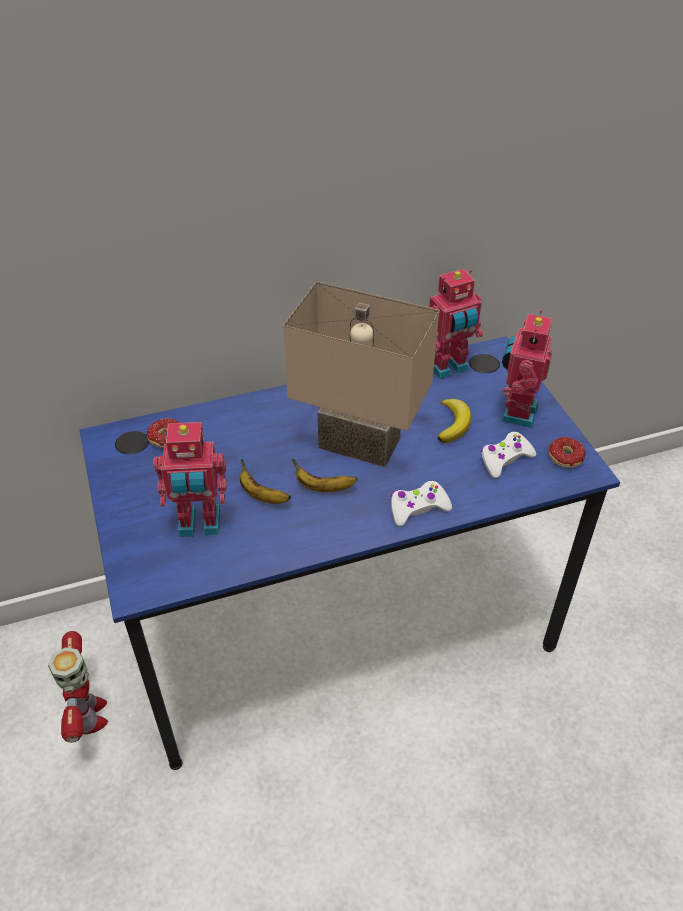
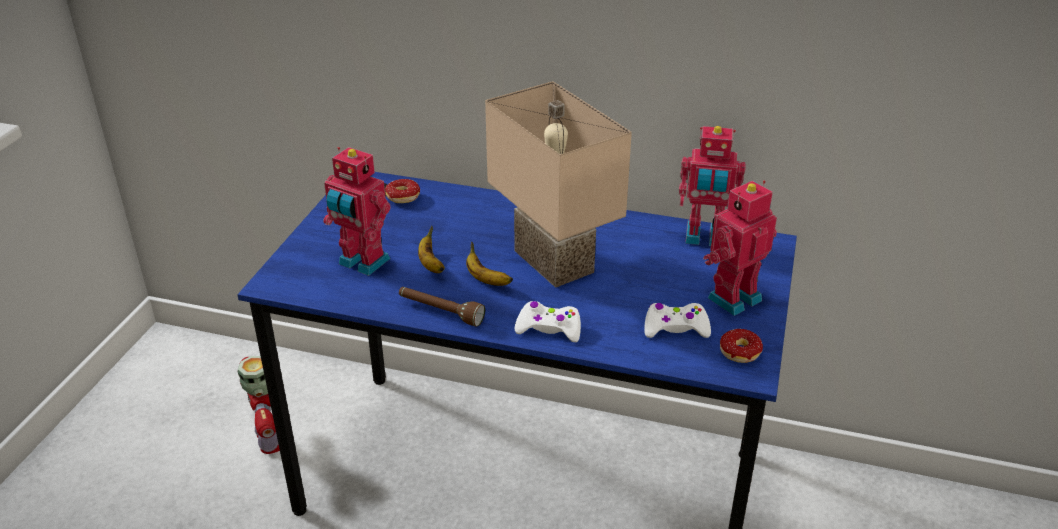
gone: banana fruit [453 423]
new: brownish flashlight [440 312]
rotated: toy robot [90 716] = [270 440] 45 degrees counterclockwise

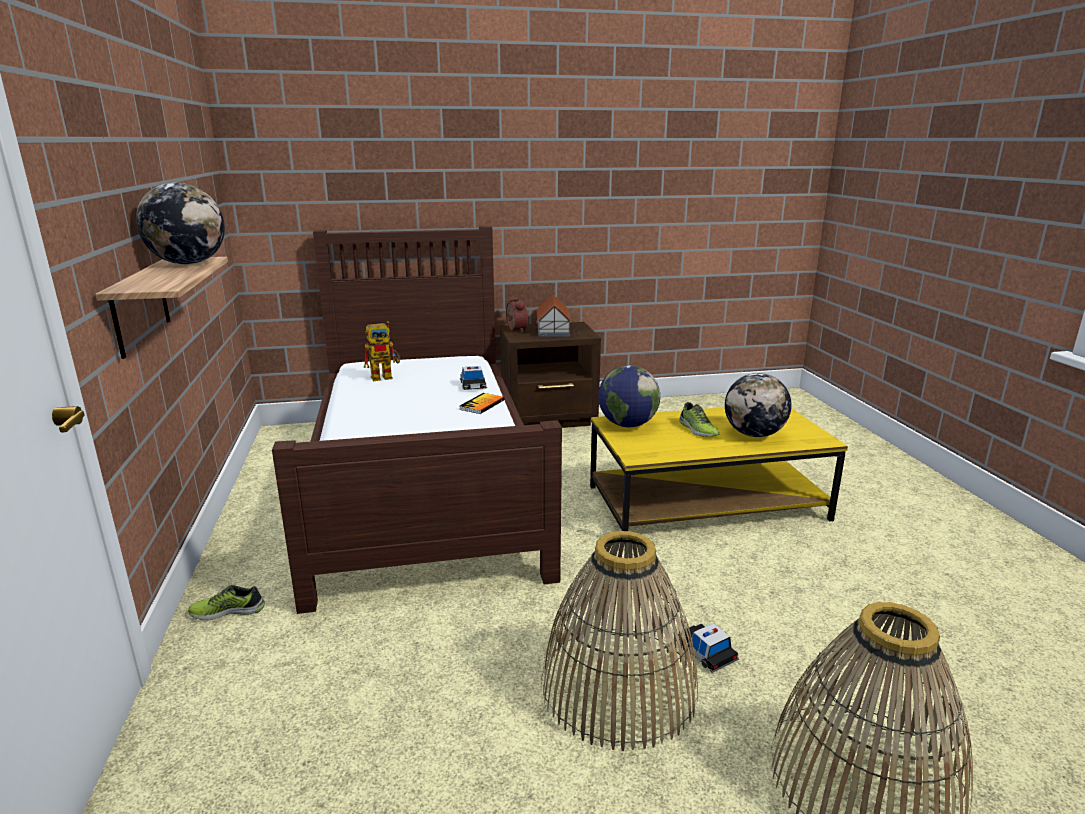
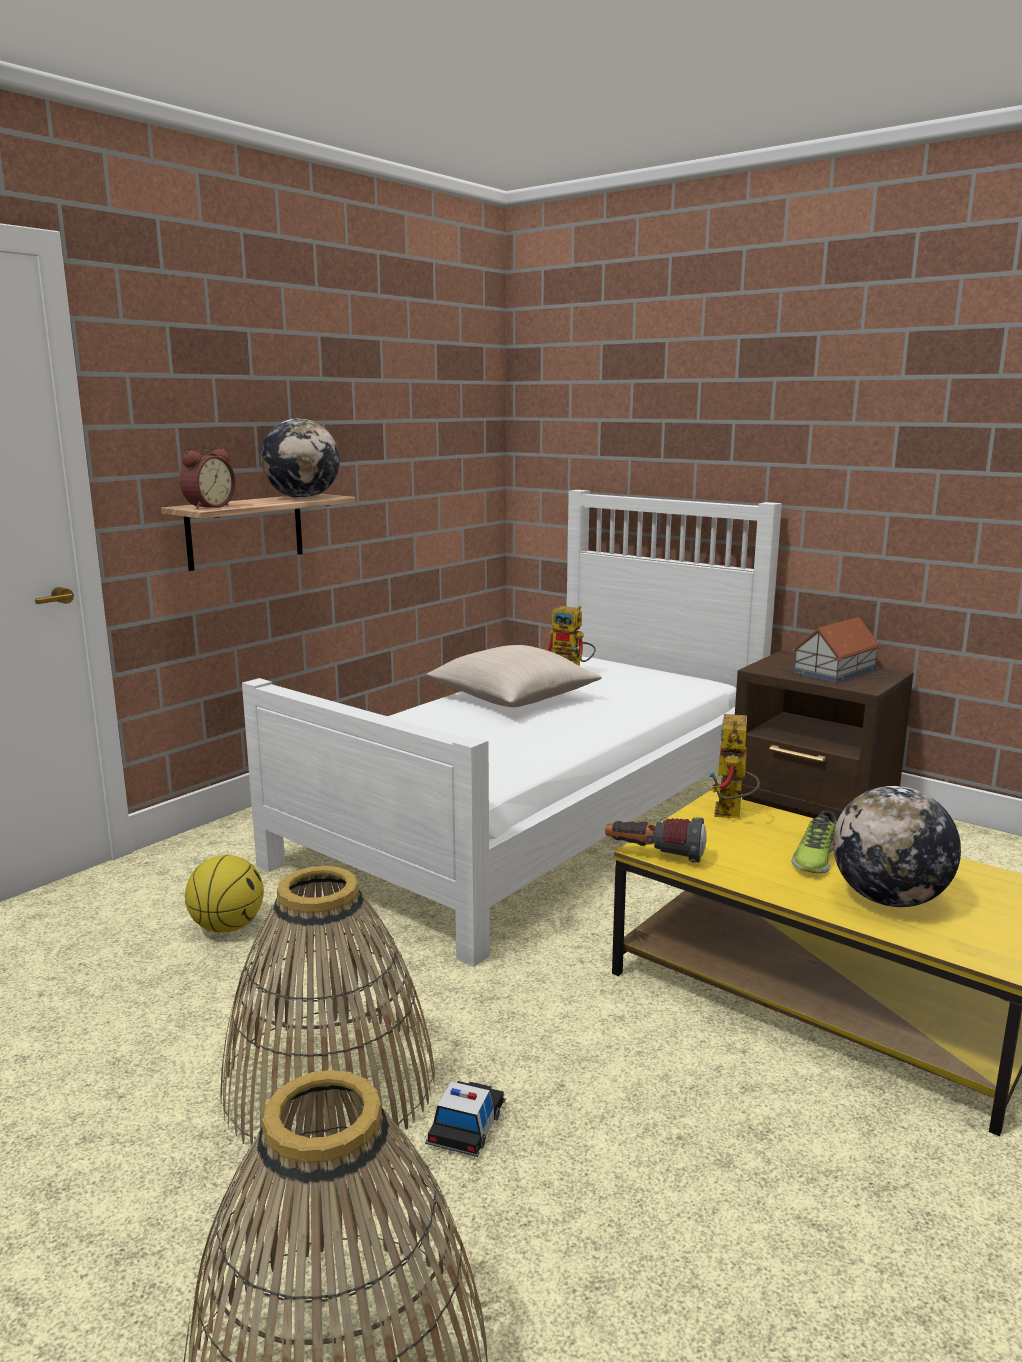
gone: low shoe [228 611]; book [482 405]; toy car [473 385]
new: ball for basketball [228 926]; beige throw pillow [513 698]; flashlight [654 856]
shifted: bedside clock [515 330] to [207 507]
swapped: globe [627 425] to toy robot [731 815]
repainted: brownish bed [423 483] to white bed [538 815]

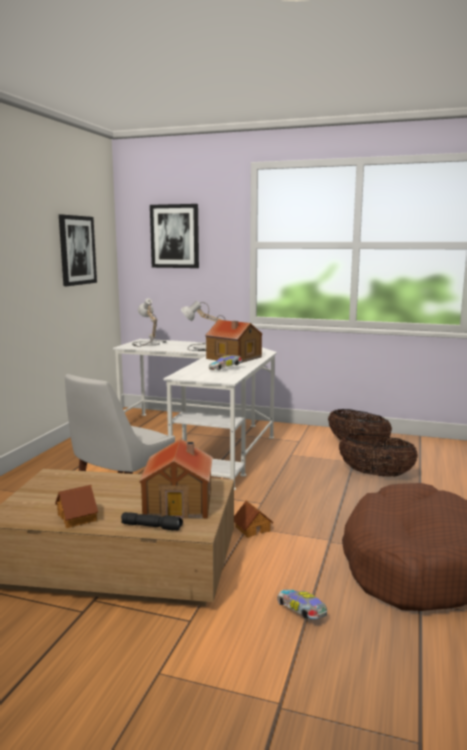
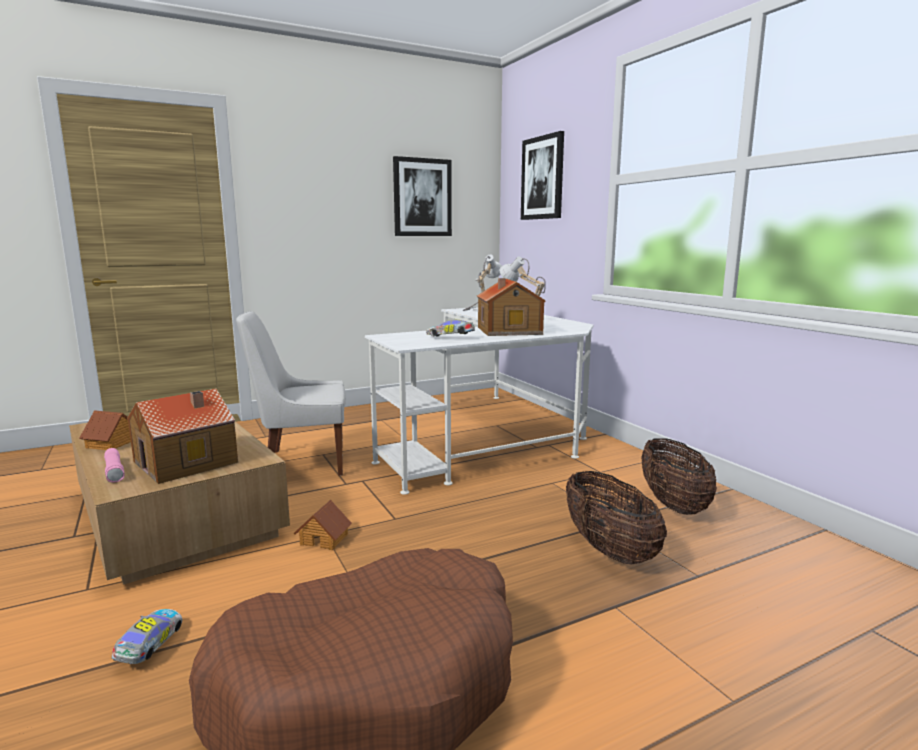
repainted: black-coloured flashlight [152 526] to pinkish flashlight [115 471]

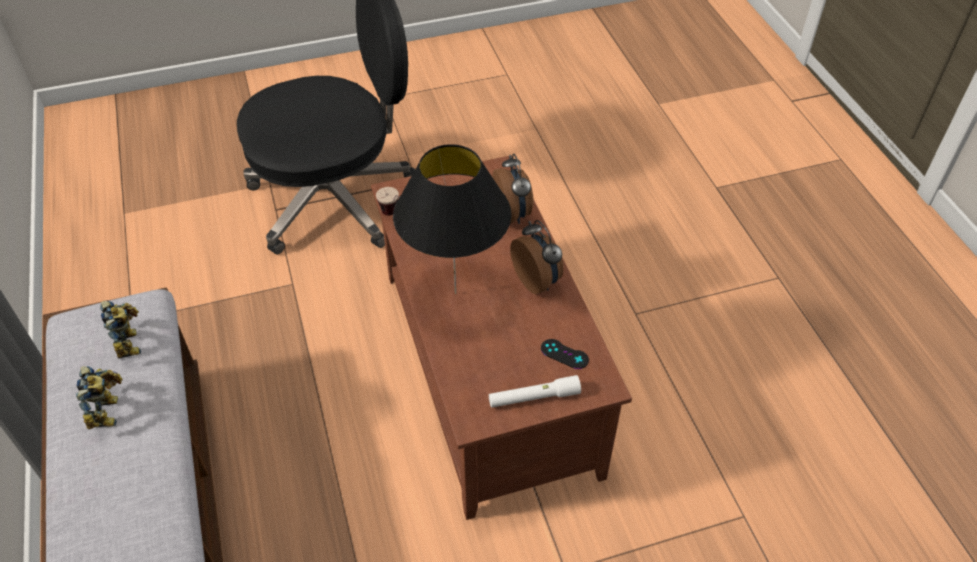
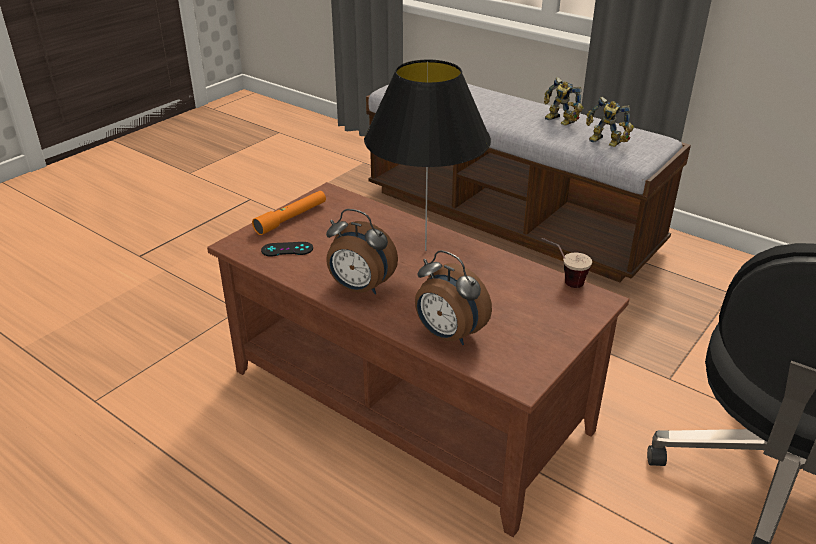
repainted: white flashlight [534 397] to orange flashlight [291 218]

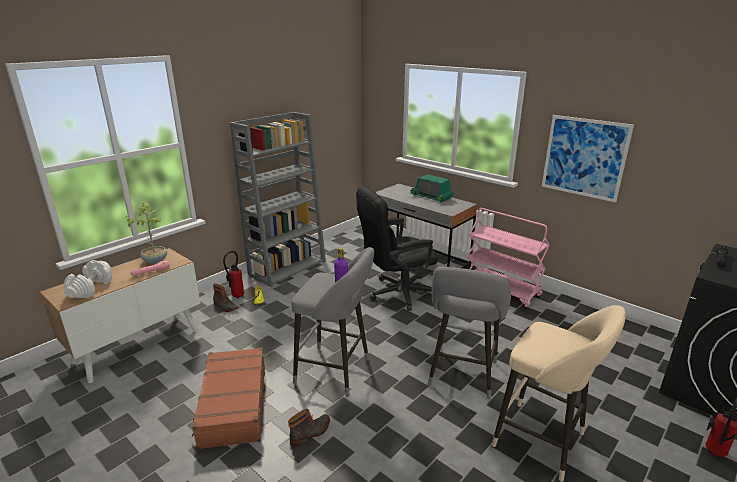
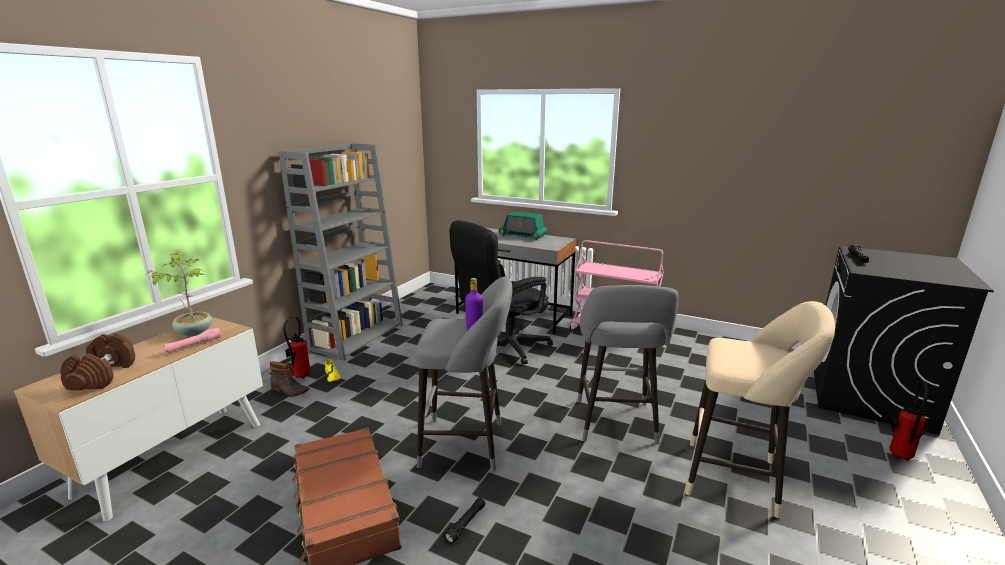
gone: picture [584 157]
swapped: high-top boot [311 433] to black-coloured flashlight [465 524]
repainted: white hand weight [90 288] to brownish hand weight [103 376]

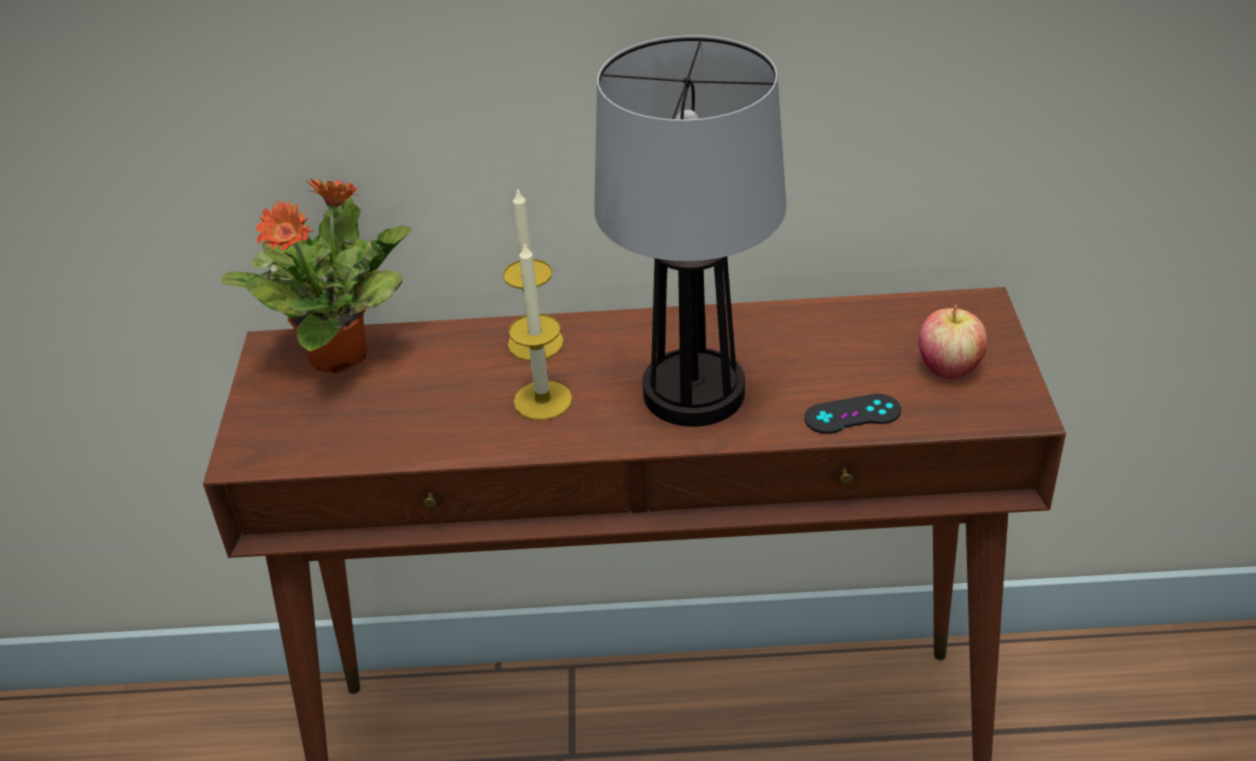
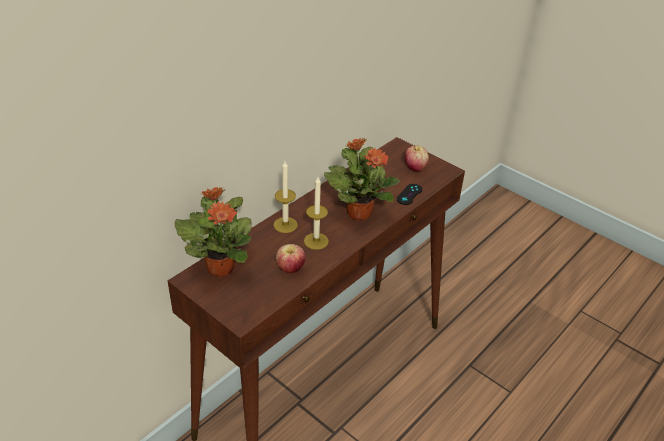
new: apple fruit [290 269]
swapped: table lamp [696 393] to plant in a pot [358 212]

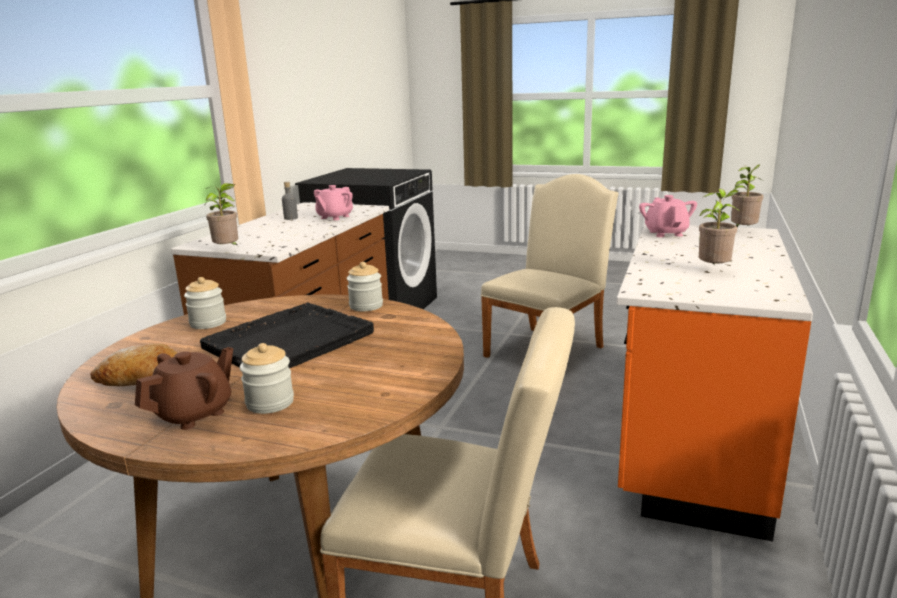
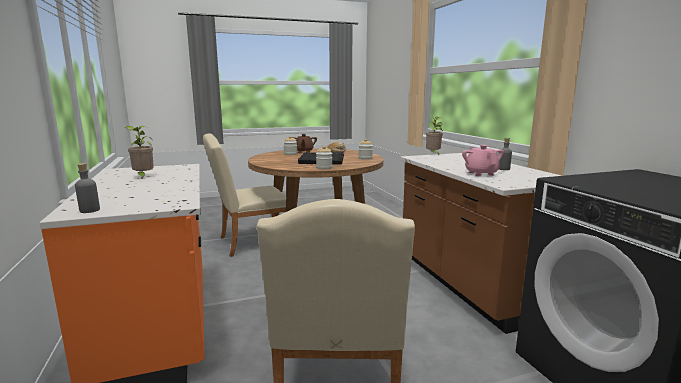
gone: pinkish tea pot [666 233]
swapped: plant in a pot [742 231] to gray drink bottle [89 210]

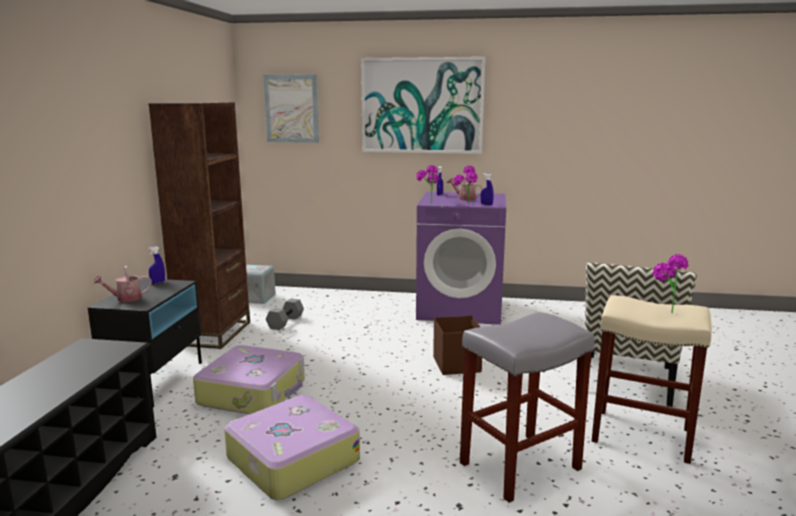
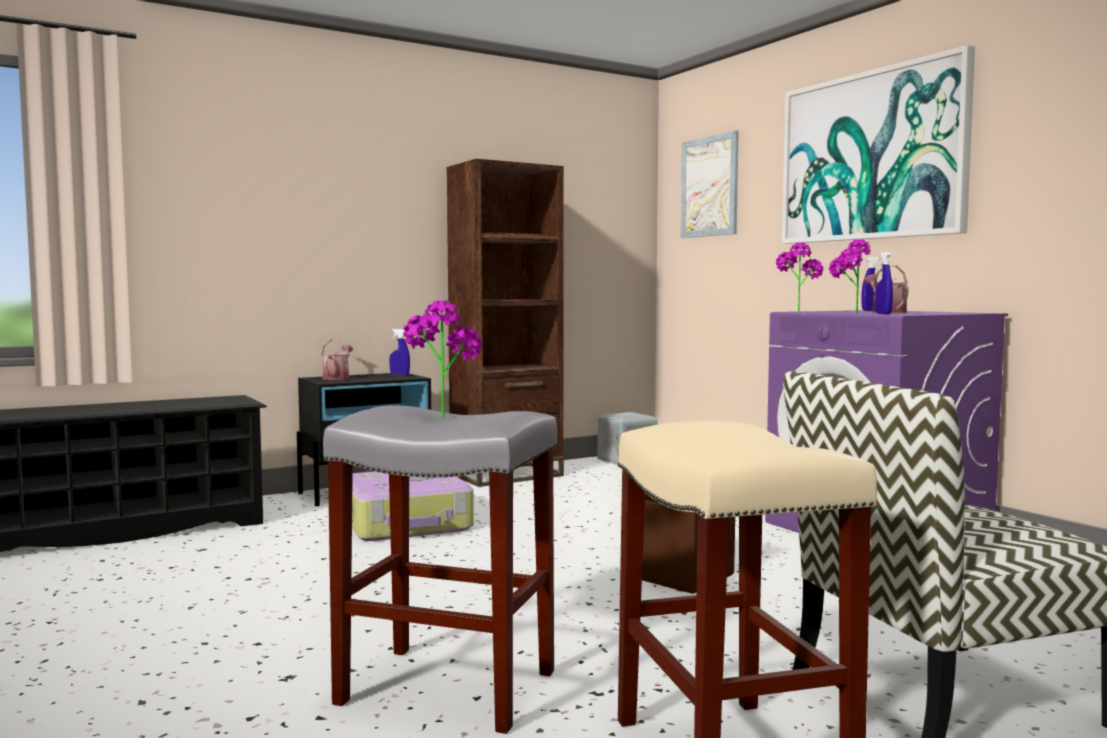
gone: suitcase [291 459]; gray hand weight [285 322]
shifted: plant in a pot [663 311] to [441 415]
rotated: watering pot [125 299] = [337 377] 75 degrees clockwise

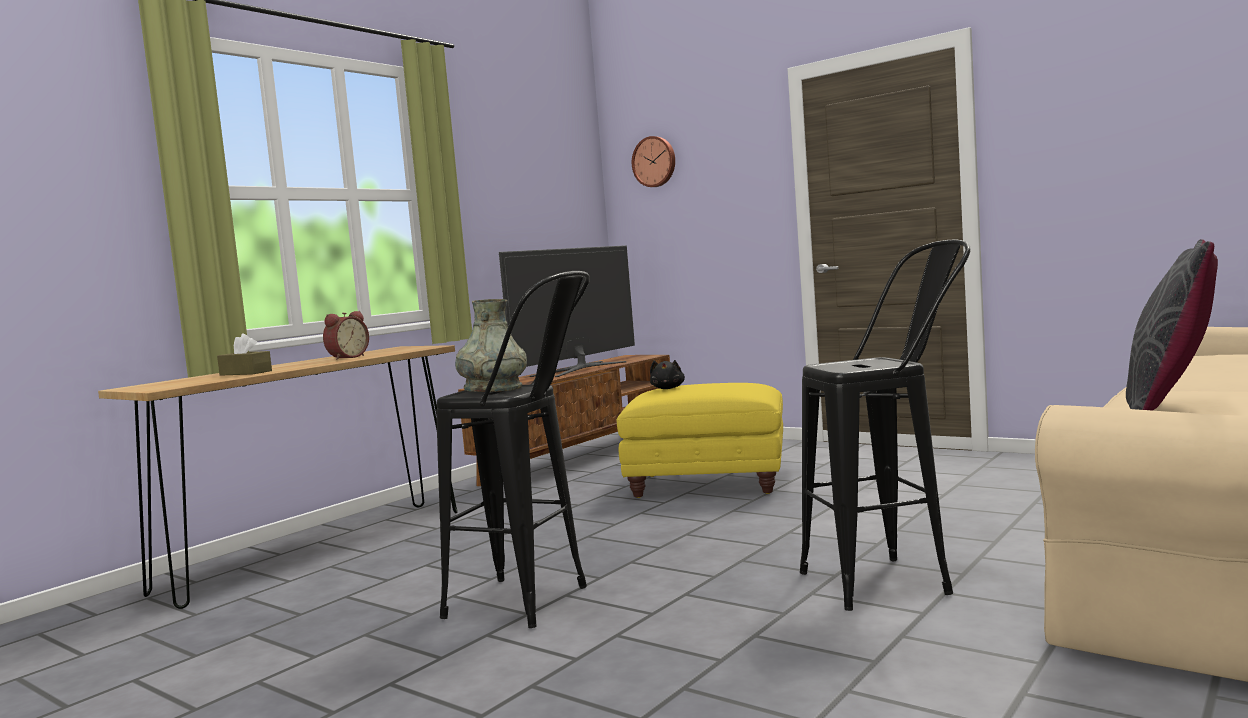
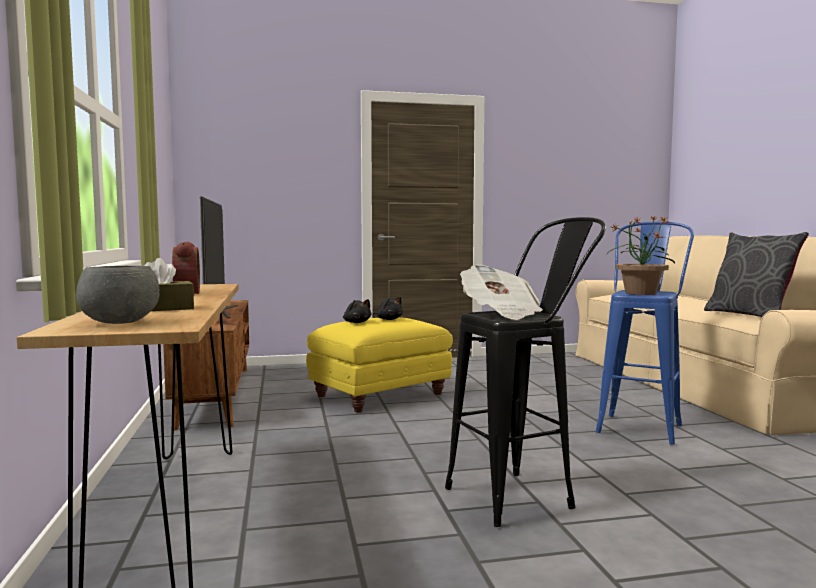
gone: clock on the wall [655 162]
new: gray serving bowl [121 323]; black-coloured cuddly toy [388 319]; plant in a pot [640 293]
swapped: gray flower vase [493 389] to printed paper [500 314]
repainted: black-coloured sitting stool [895 580] to bluish sitting stool [641 425]

